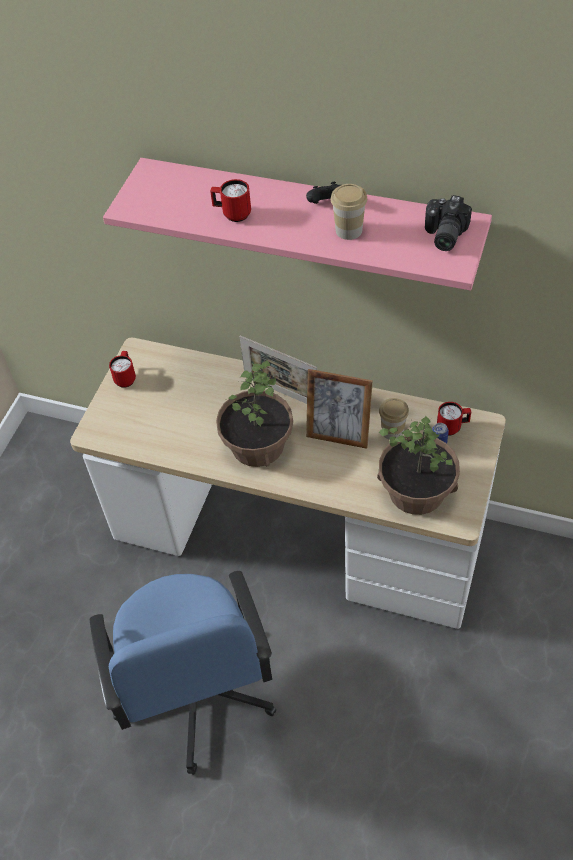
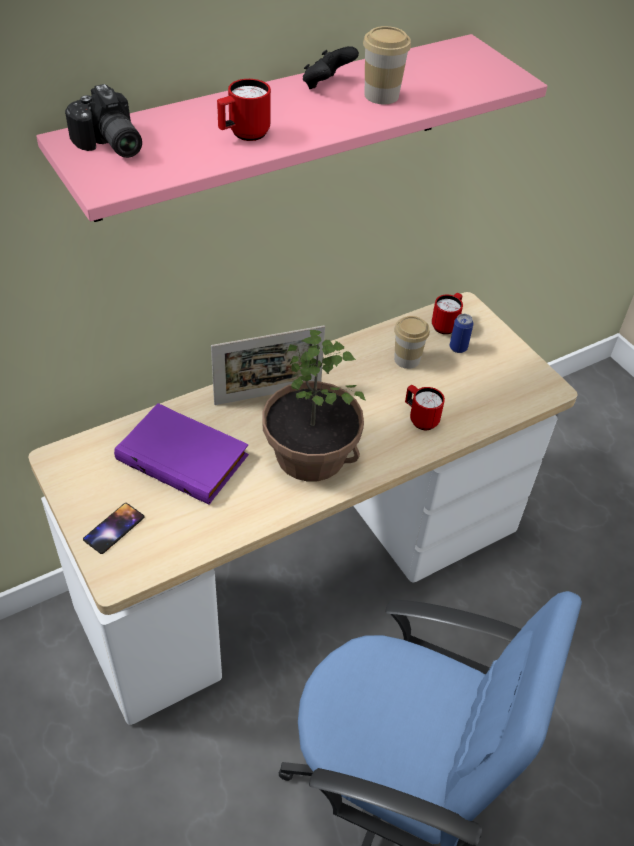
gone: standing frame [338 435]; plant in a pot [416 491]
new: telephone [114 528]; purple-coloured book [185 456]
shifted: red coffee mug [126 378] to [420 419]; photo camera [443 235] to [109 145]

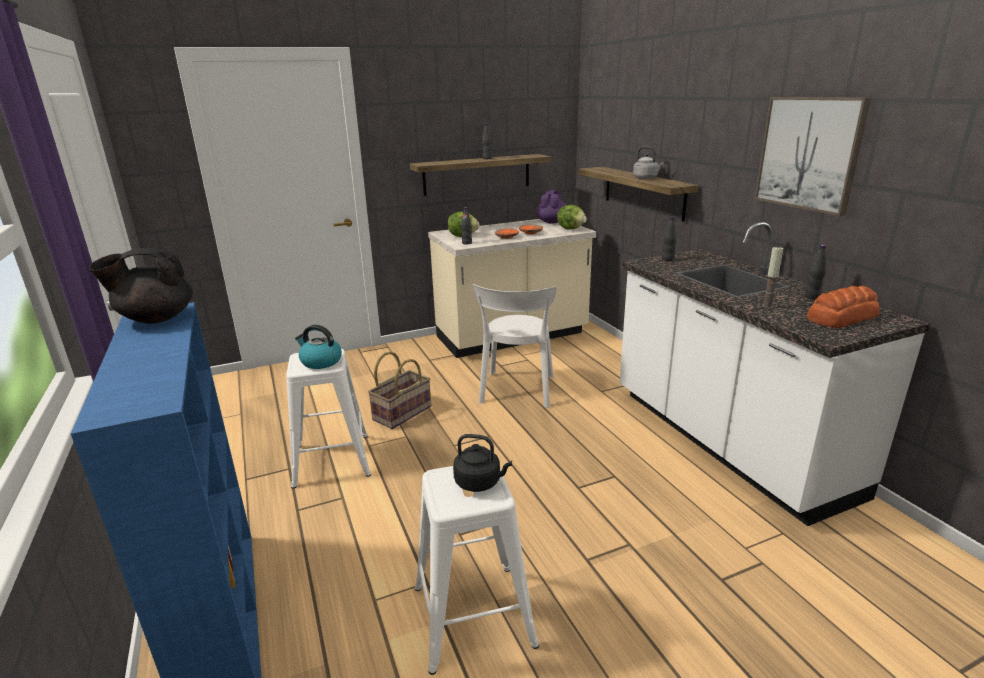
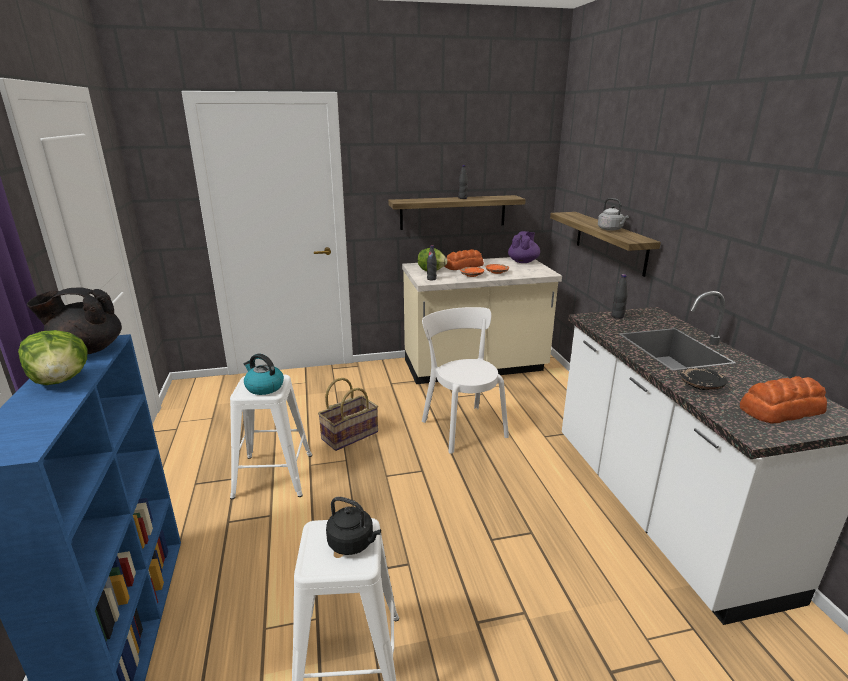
gone: picture [809 153]; black-coloured drink bottle [812 296]
new: baked bread [464 266]
shifted: lettuce head [571 228] to [61 380]
swapped: wax candle [767 306] to black-coloured dinner plate [701 385]
rotated: white chair [517 391] = [462 426] 135 degrees clockwise

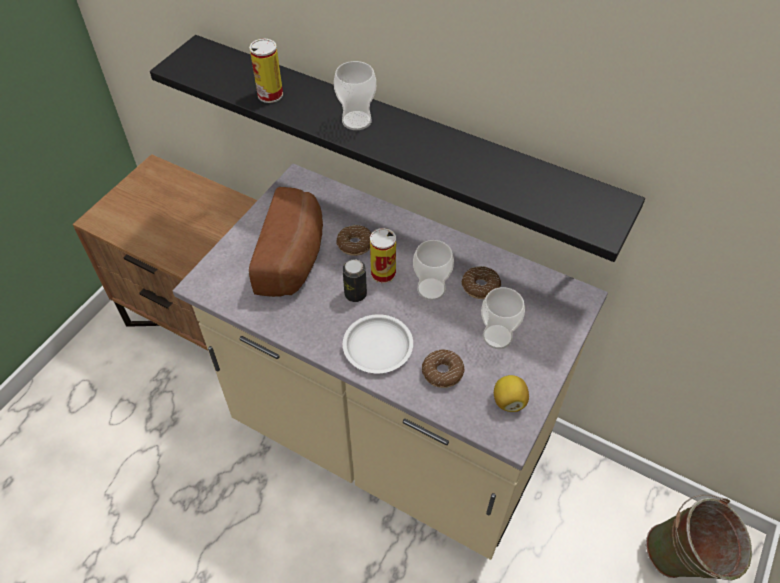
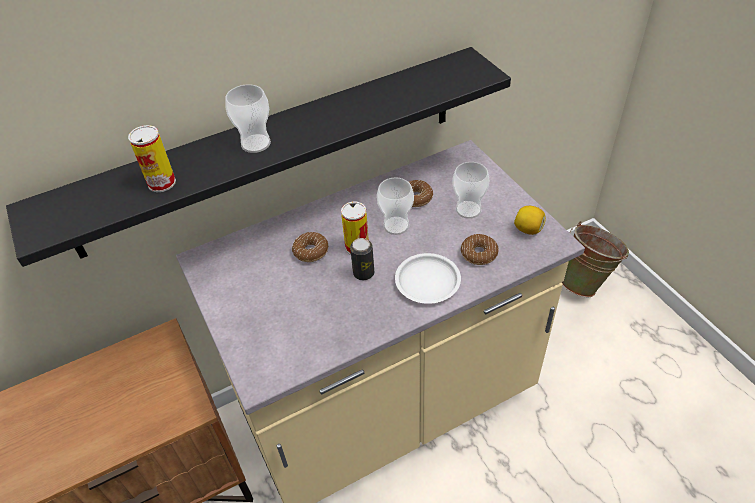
gone: baked bread [294 258]

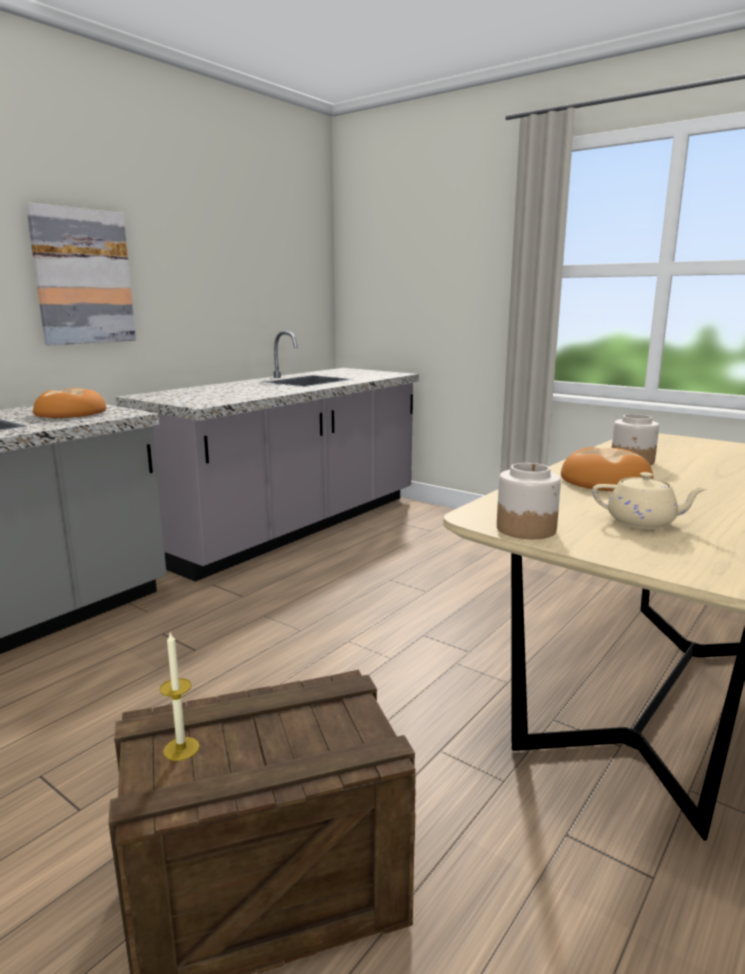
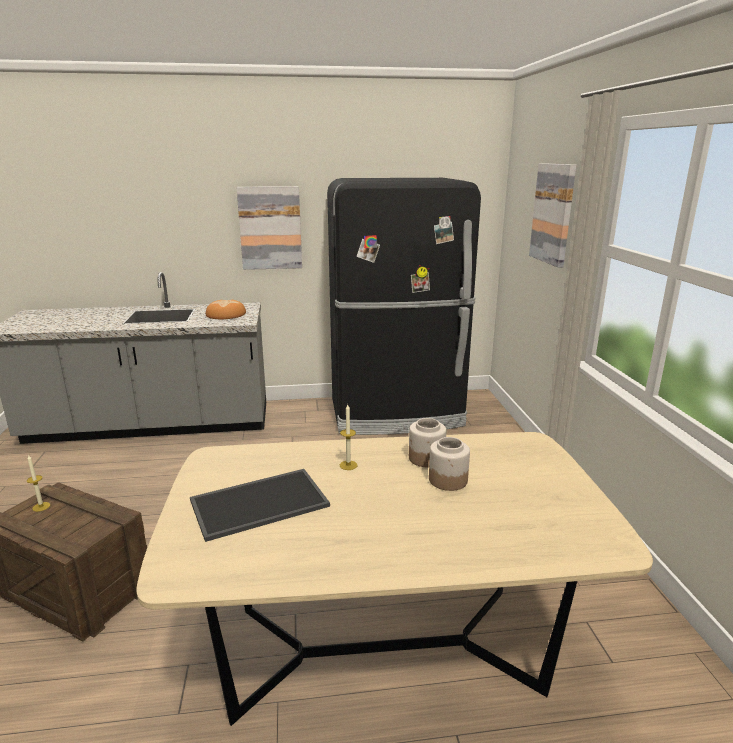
new: picture [553 214]
shifted: storage jar [526 529] to [448 480]
swapped: gray kitchen counter [292 526] to black-coloured kitchen fridge [397 413]; baked bread [605 481] to wax candle [348 465]; beige tea pot [643 522] to tray [260 502]

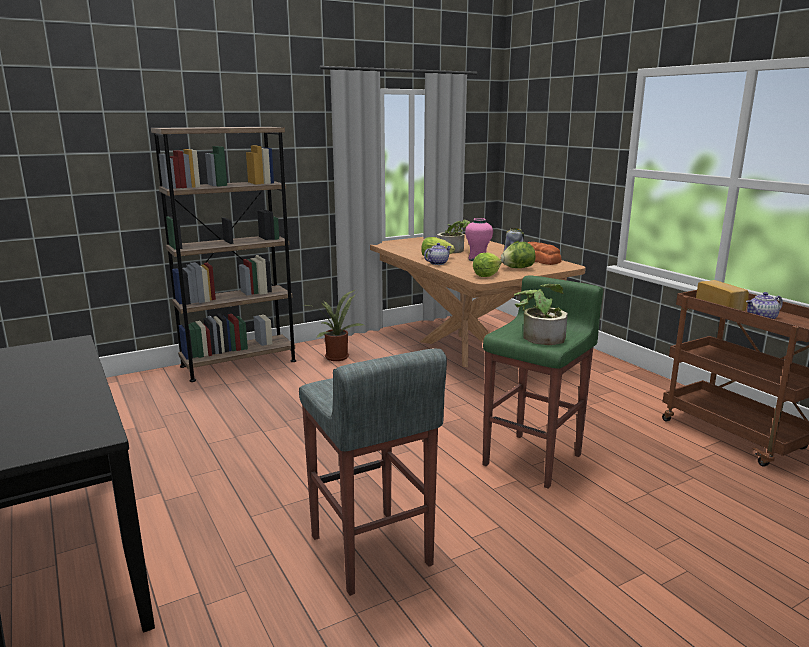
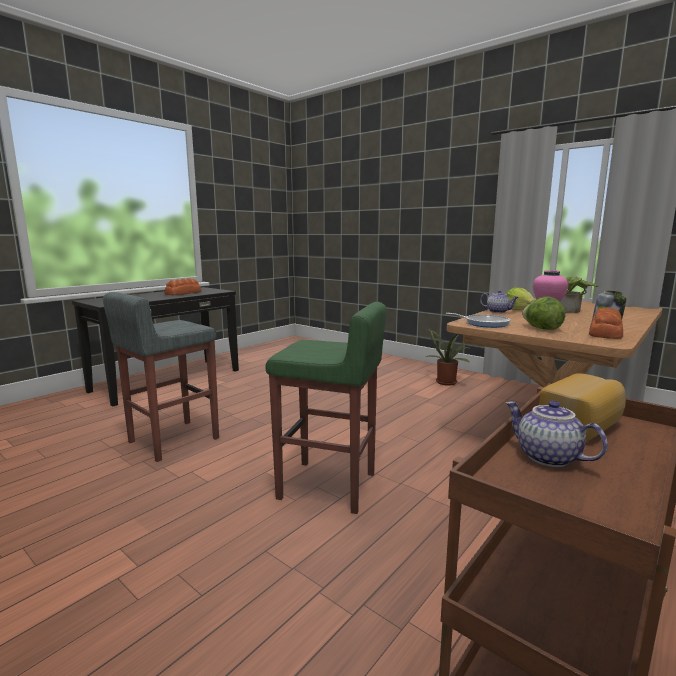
gone: brownish bookcase [238 363]; plant in a pot [539 336]
new: baked bread [183 293]
swapped: lettuce head [486 275] to skillet [484 323]

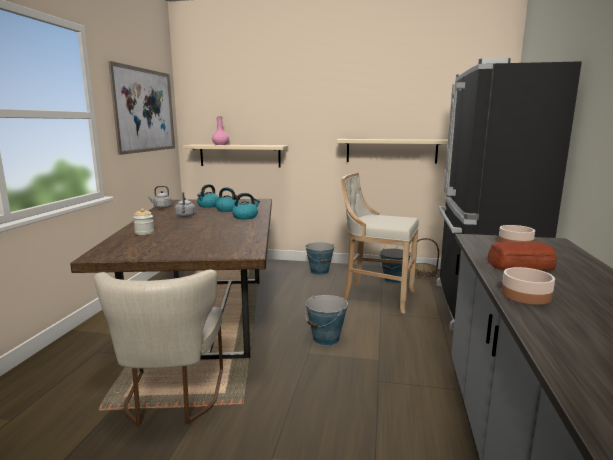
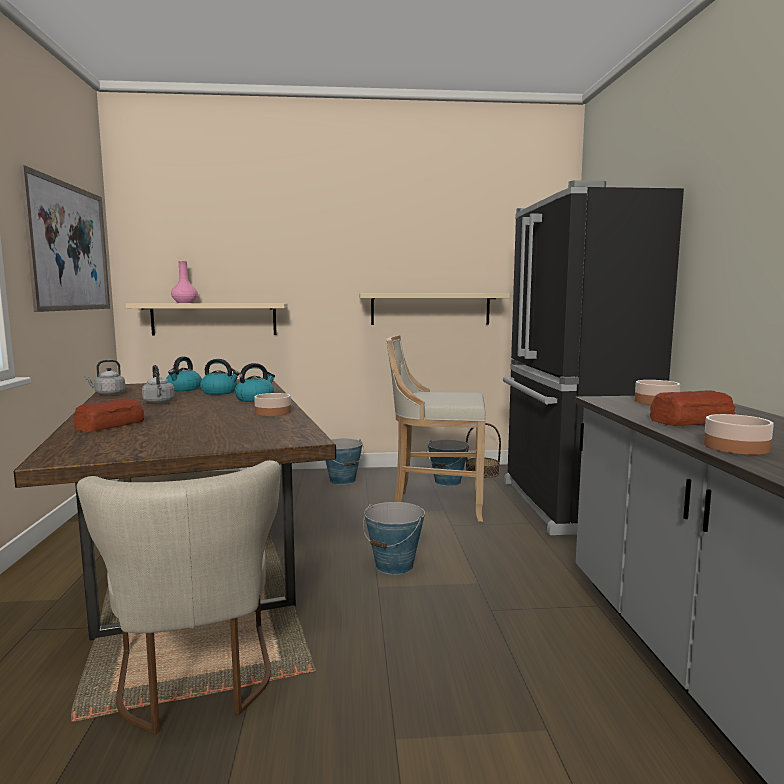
new: serving bowl [272 412]
swapped: storage jar [144 233] to baked bread [111 425]

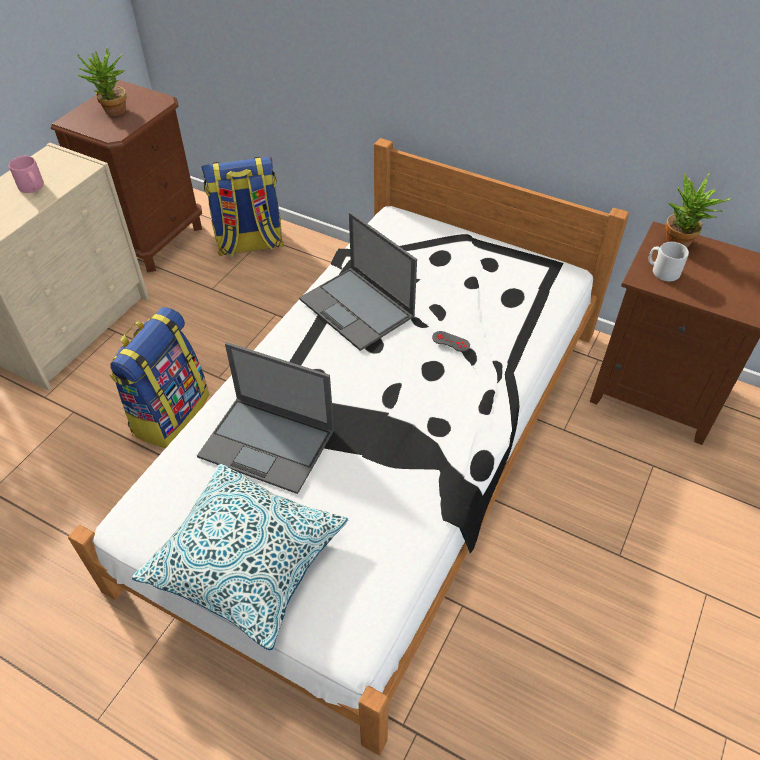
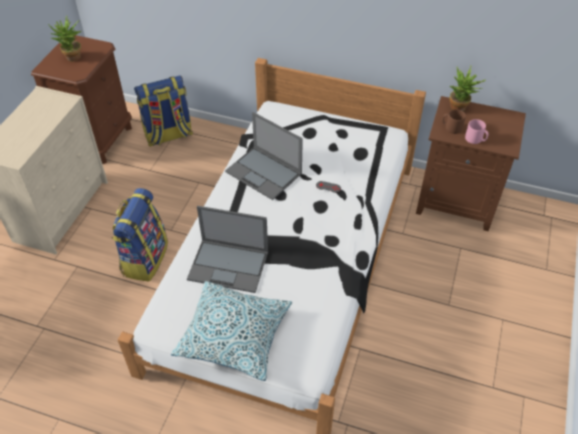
shifted: pinkish coffee mug [32 188] to [475 139]
repainted: gray coffee mug [662 271] to brownish coffee mug [451 128]

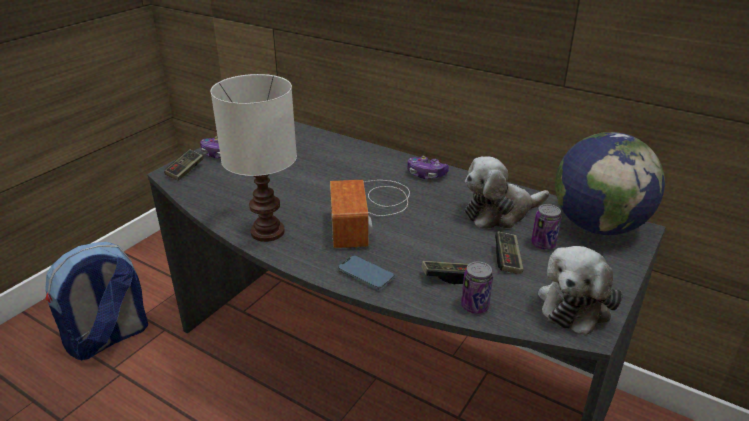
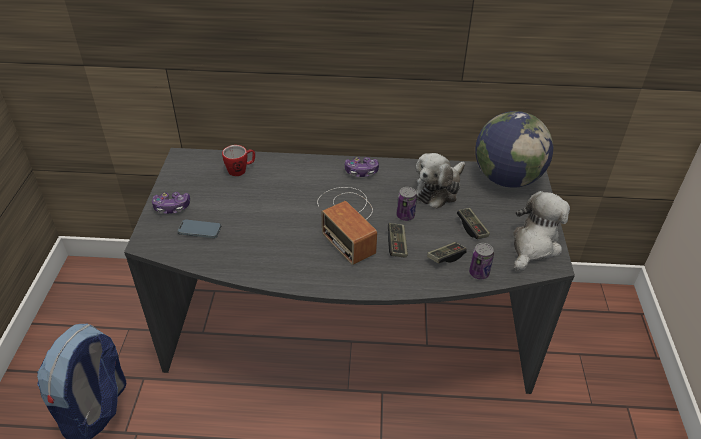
gone: white table lamp [267 231]
new: coffee mug [241 170]
shifted: gamepad [185 171] to [397 245]; telephone [366 275] to [200 230]; sealed can [543 244] to [405 215]
rotated: cuddly toy [576 303] = [534 246] 150 degrees counterclockwise

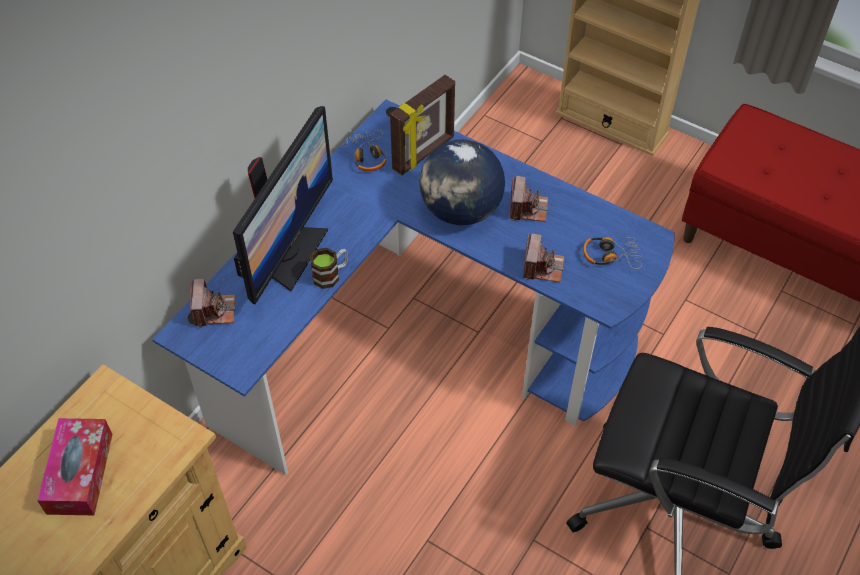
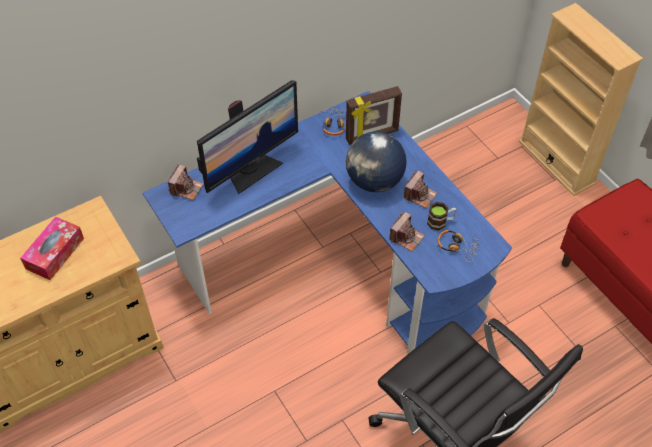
shifted: coffee mug [331 274] to [441 222]

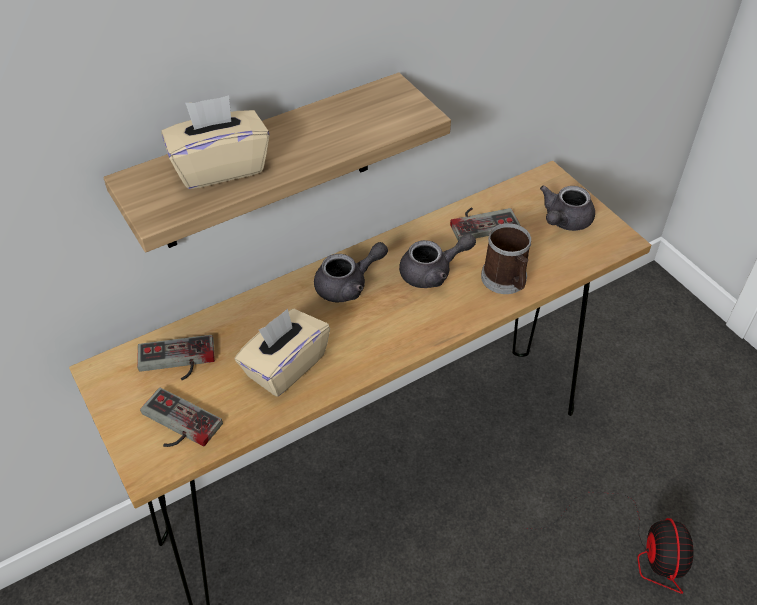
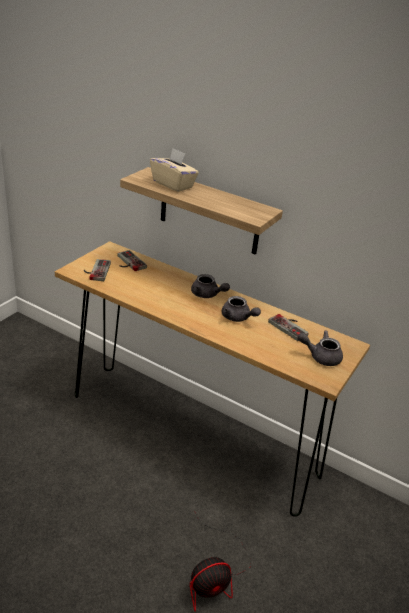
gone: beige tissue holder [285 366]; coffee mug [506 281]

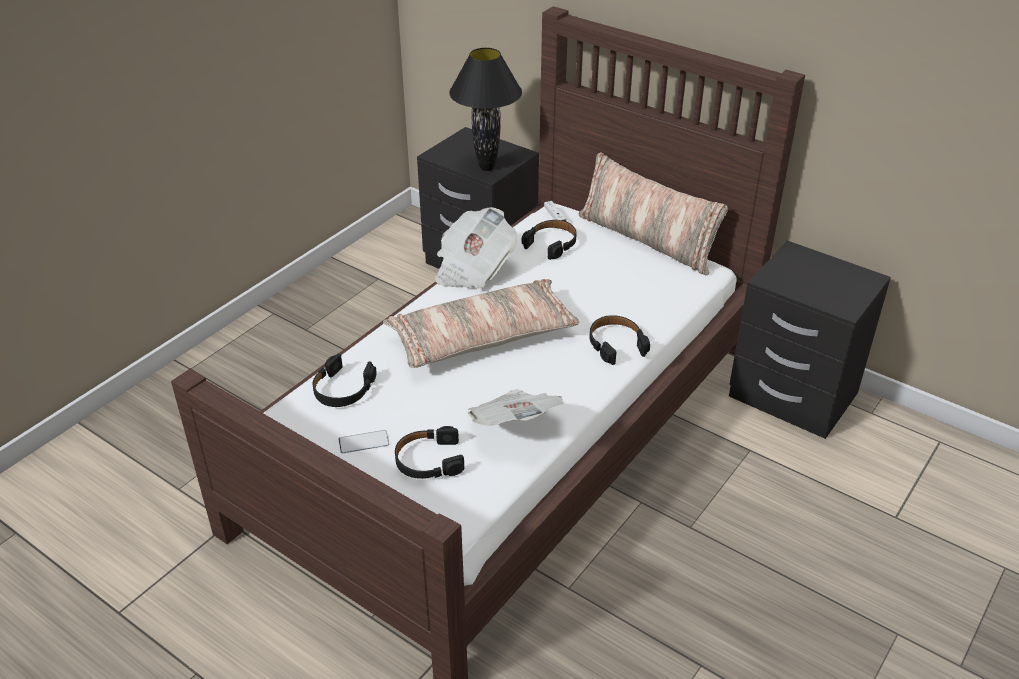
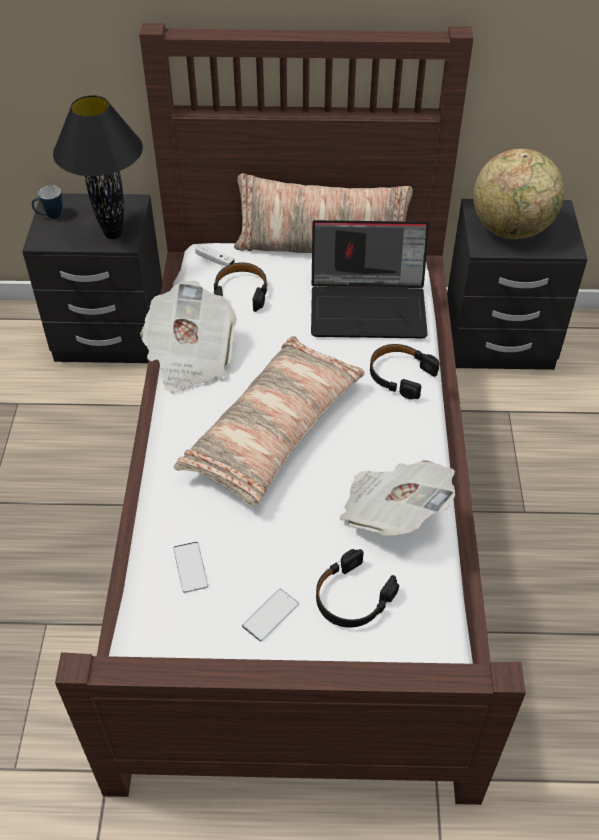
new: coffee mug [50 216]; notebook computer [369 306]; globe [511 229]
swapped: black-coloured headset [343 389] to telephone [190 567]

